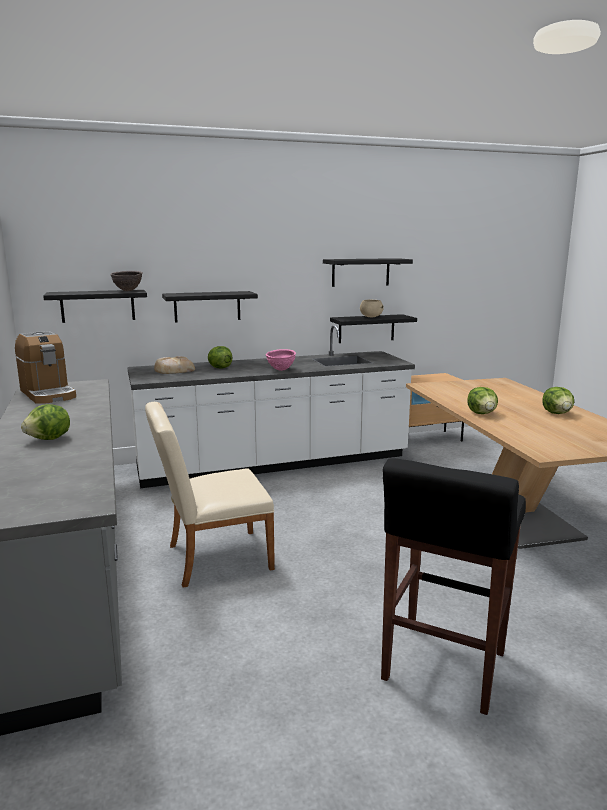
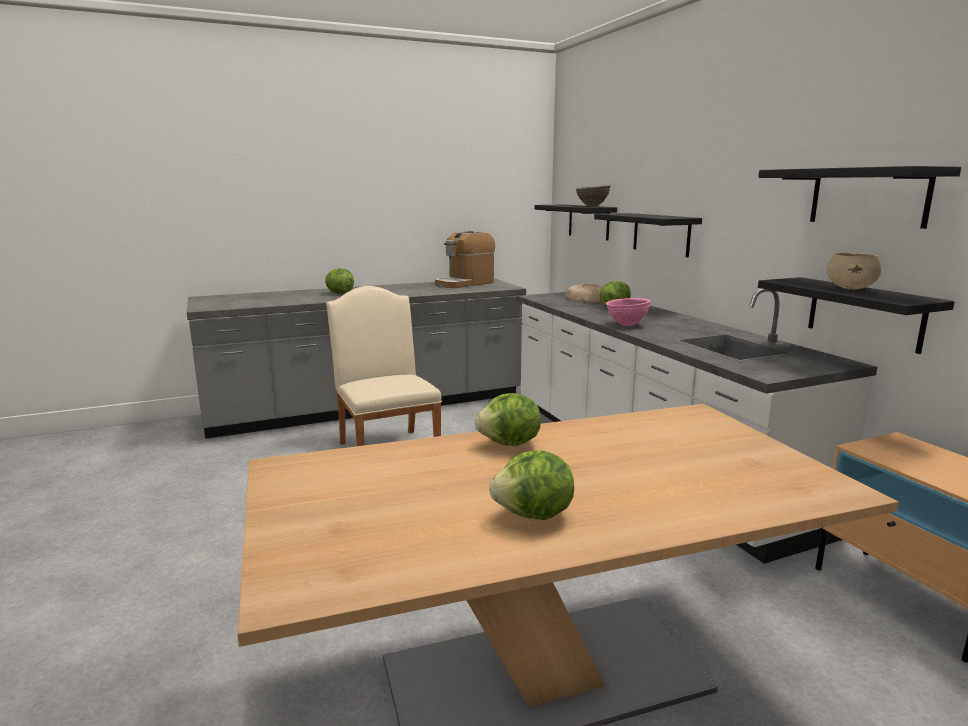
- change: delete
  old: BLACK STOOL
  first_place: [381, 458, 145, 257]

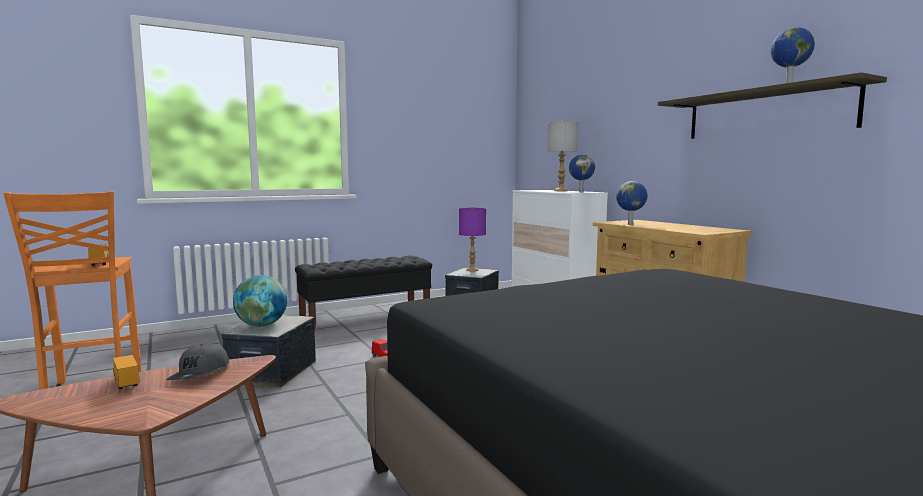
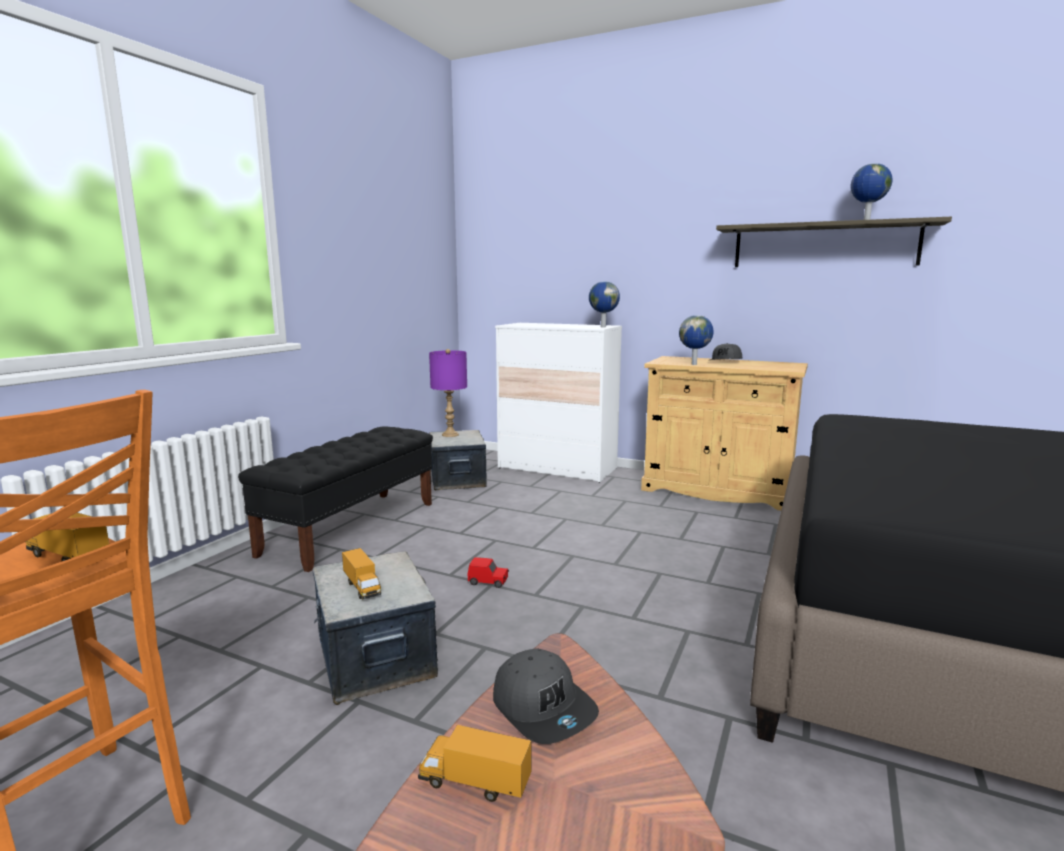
- change: replace
  old: GLOBE
  new: TOY TRUCK
  first_place: [233, 275, 54, 51]
  second_place: [342, 548, 39, 52]
- change: insert
  new: GREY CAP
  second_place: [711, 343, 31, 17]
- change: delete
  old: GREY TABLE LAMP
  first_place: [547, 120, 31, 71]

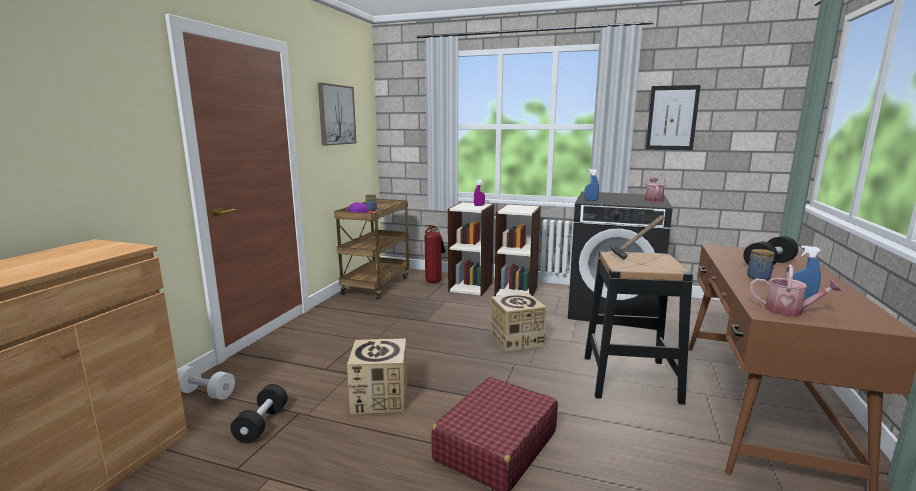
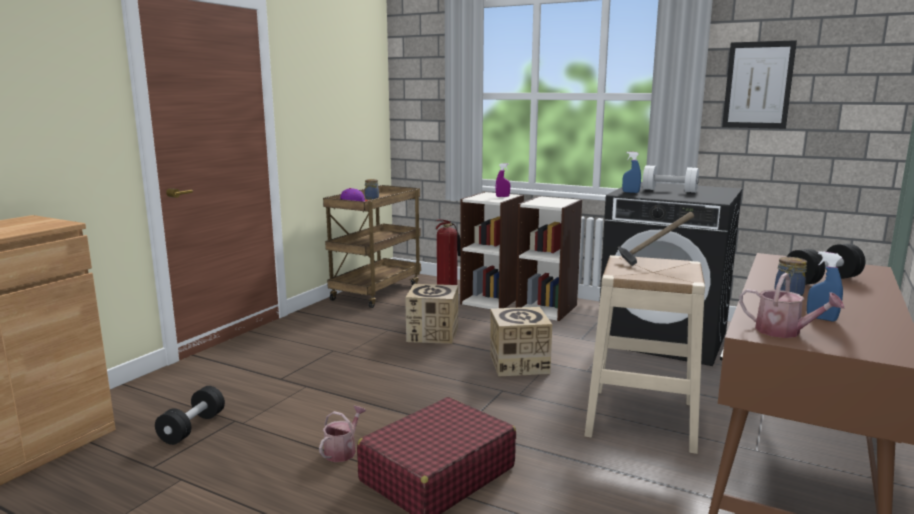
- change: move
  old: WATERING CAN
  first_place: [645, 175, 21, 27]
  second_place: [319, 406, 47, 56]
- change: move
  old: CARDBOARD BOX
  first_place: [347, 338, 60, 76]
  second_place: [405, 284, 53, 60]
- change: recolor
  old: BLACK STOOL
  new: BEIGE STOOL
  first_place: [585, 251, 108, 154]
  second_place: [584, 255, 121, 199]
- change: move
  old: WHITE DUMBBELL
  first_place: [177, 366, 58, 34]
  second_place: [642, 165, 57, 28]
- change: delete
  old: PICTURE
  first_place: [318, 83, 39, 63]

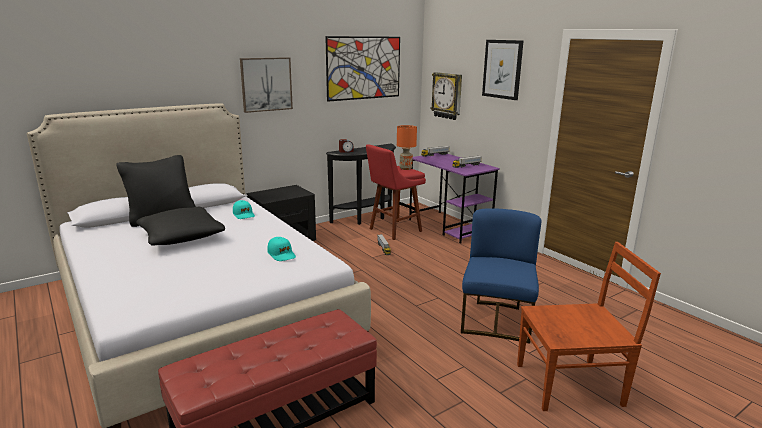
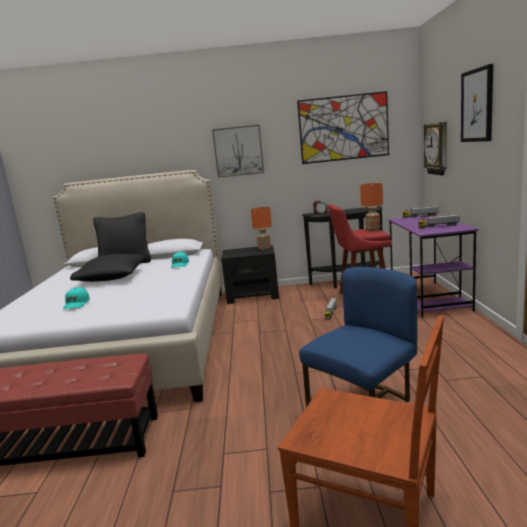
- change: move
  old: TURQUOISE CAP
  first_place: [267, 237, 29, 24]
  second_place: [63, 287, 27, 22]
- change: insert
  new: ORANGE TABLE LAMP
  second_place: [251, 207, 21, 44]

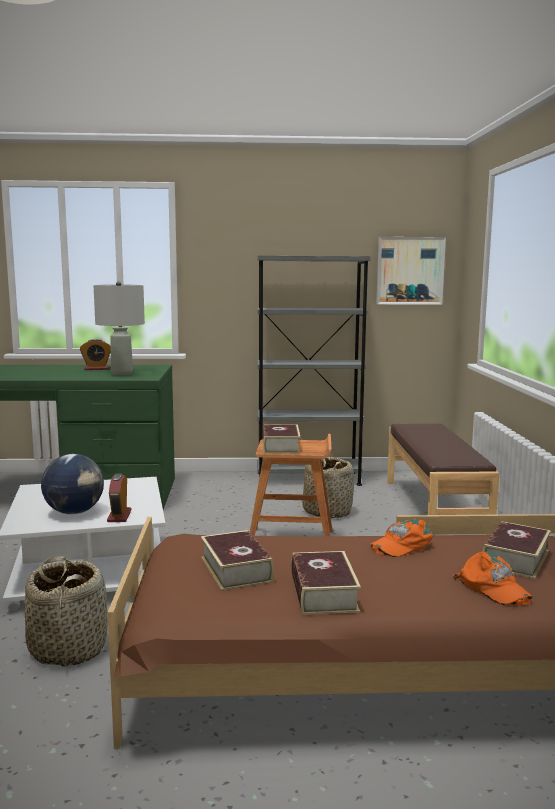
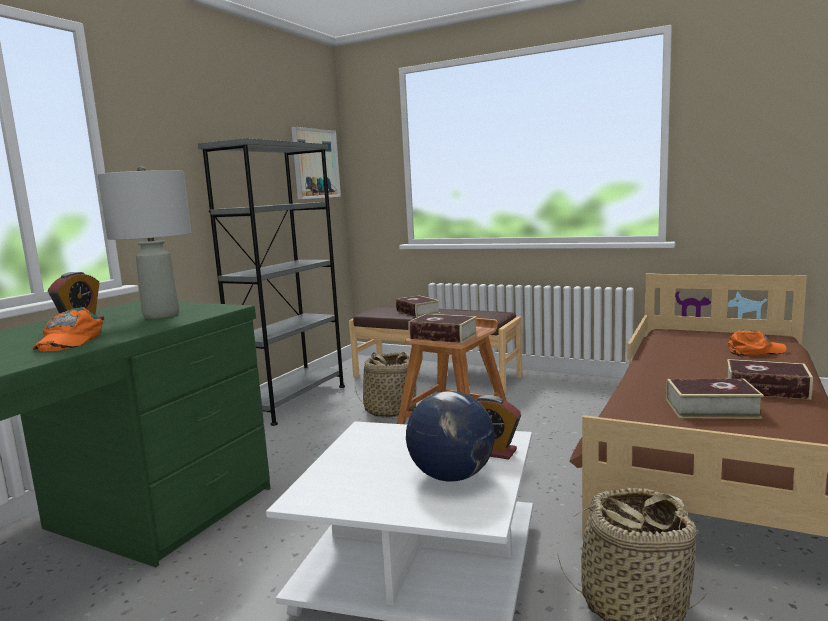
- change: move
  old: ORANGE CAP
  first_place: [370, 519, 62, 38]
  second_place: [32, 307, 71, 45]
- change: move
  old: BOOK
  first_place: [483, 521, 68, 58]
  second_place: [396, 295, 45, 22]

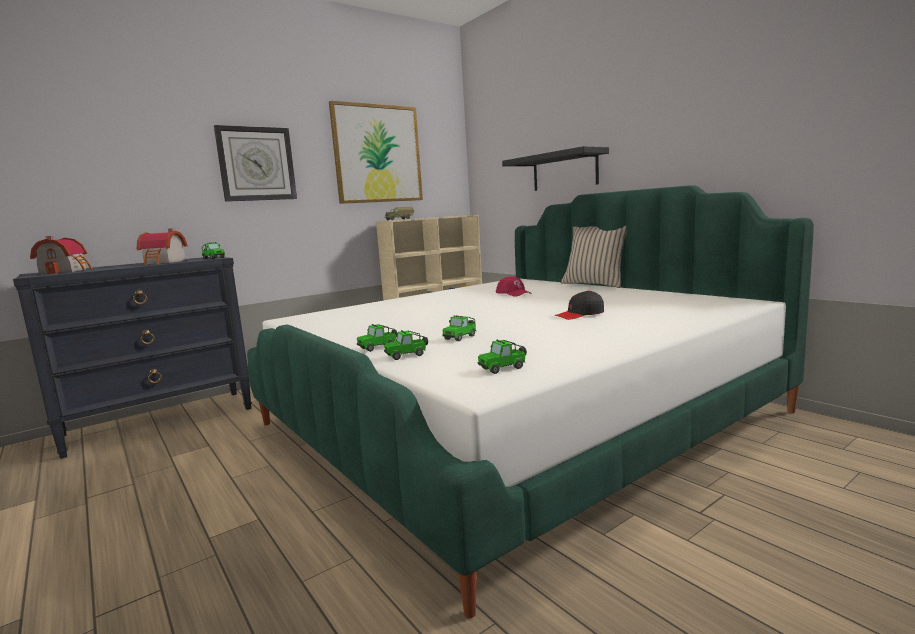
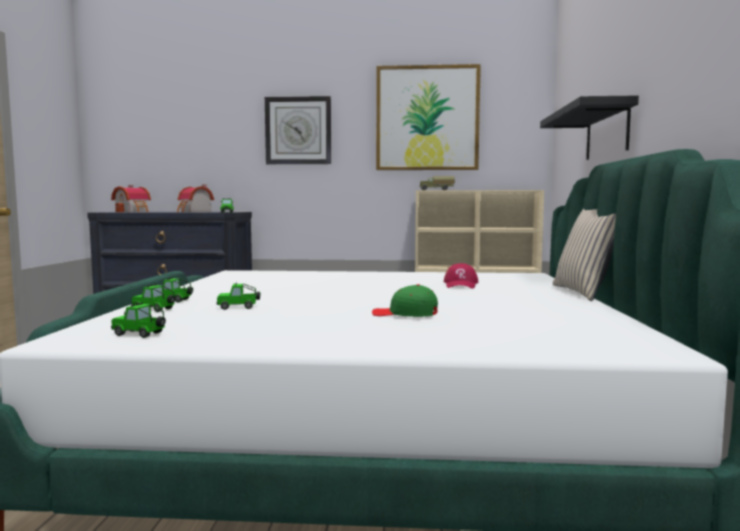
- change: recolor
  old: BLACK CAP
  new: GREEN CAP
  first_place: [555, 290, 49, 30]
  second_place: [372, 284, 66, 33]

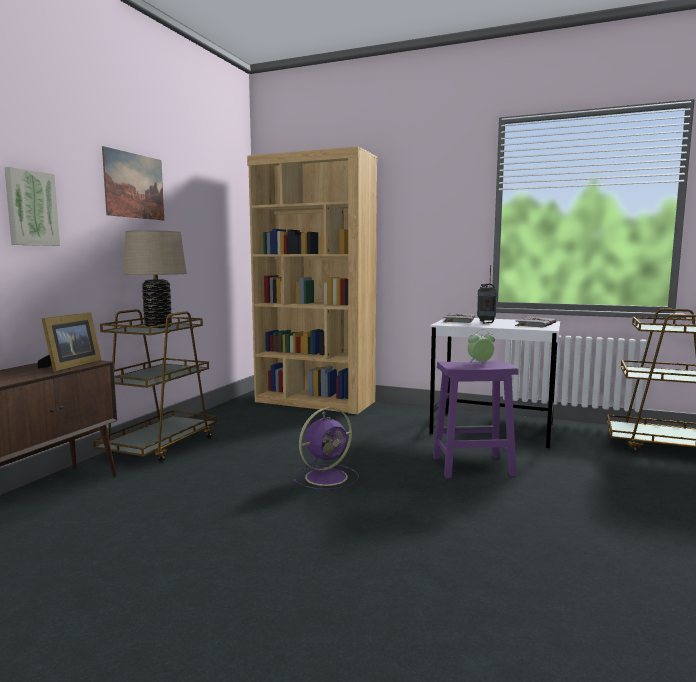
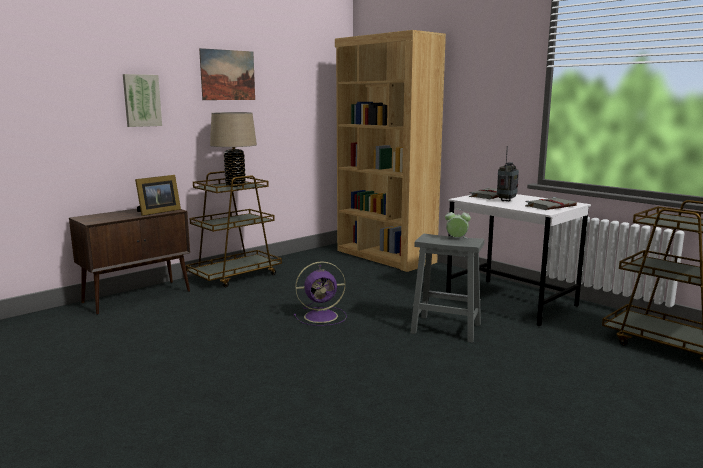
- change: recolor
  old: PURPLE STOOL
  new: GREY STOOL
  first_place: [433, 361, 85, 117]
  second_place: [410, 234, 74, 109]

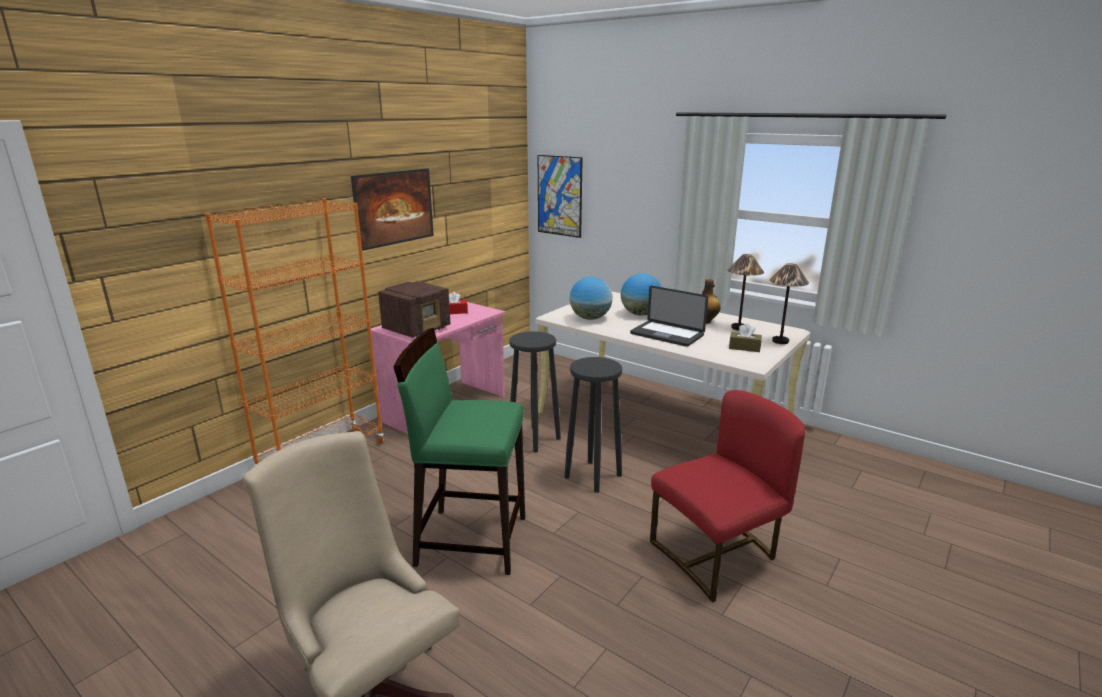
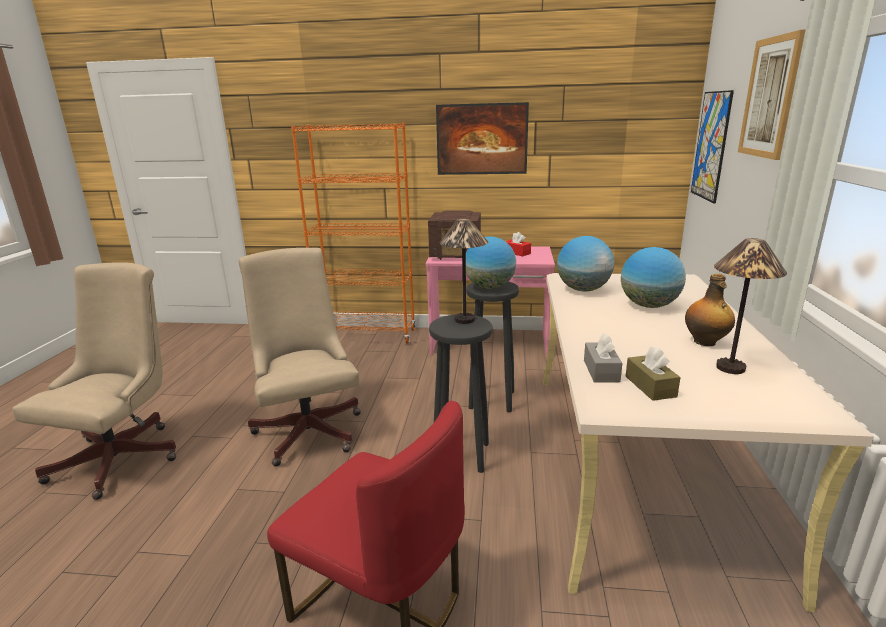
- change: replace
  old: GREEN STOOL
  new: BEIGE OFFICE CHAIR
  first_place: [394, 328, 131, 247]
  second_place: [239, 248, 122, 219]
- change: move
  old: TABLE LAMP
  first_place: [770, 263, 39, 81]
  second_place: [440, 219, 48, 105]
- change: insert
  new: GLOBE
  second_place: [466, 236, 50, 53]
- change: insert
  new: GREY TISSUE BOX
  second_place: [584, 333, 38, 49]
- change: insert
  new: PICTURE
  second_place: [738, 29, 68, 131]
- change: delete
  old: LAPTOP
  first_place: [630, 286, 78, 61]

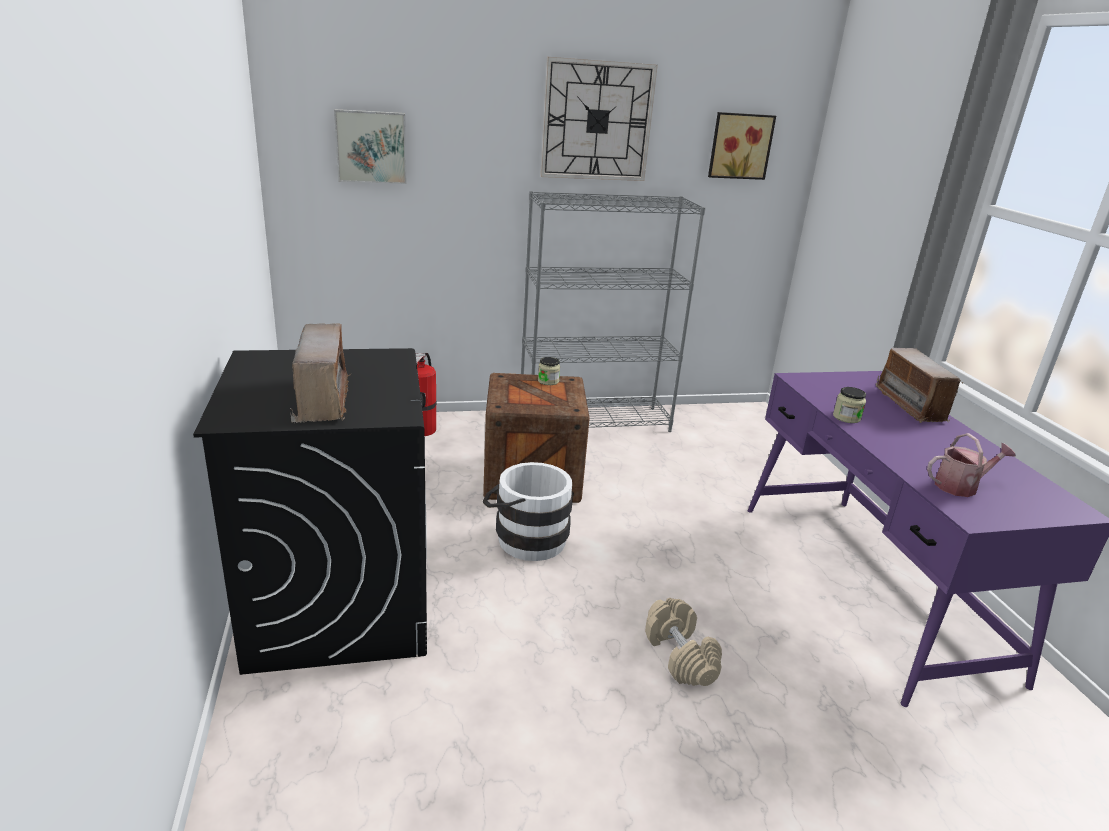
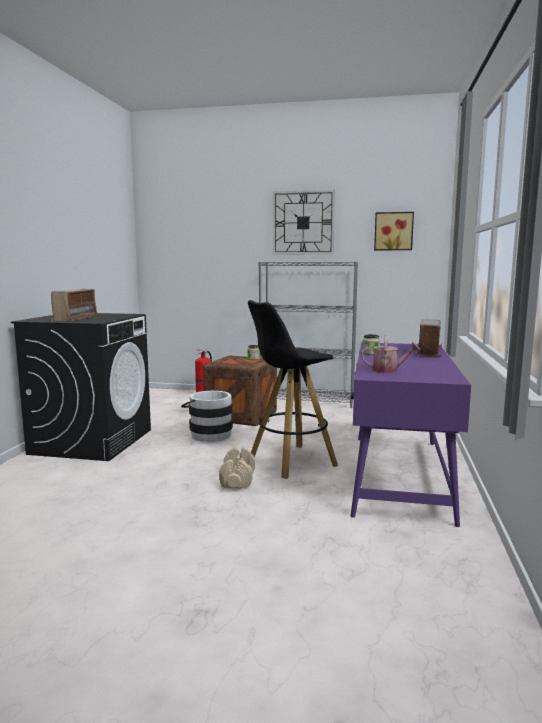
- change: insert
  new: BLACK STOOL
  second_place: [248, 300, 90, 179]
- change: delete
  old: PICTURE
  first_place: [334, 109, 72, 75]

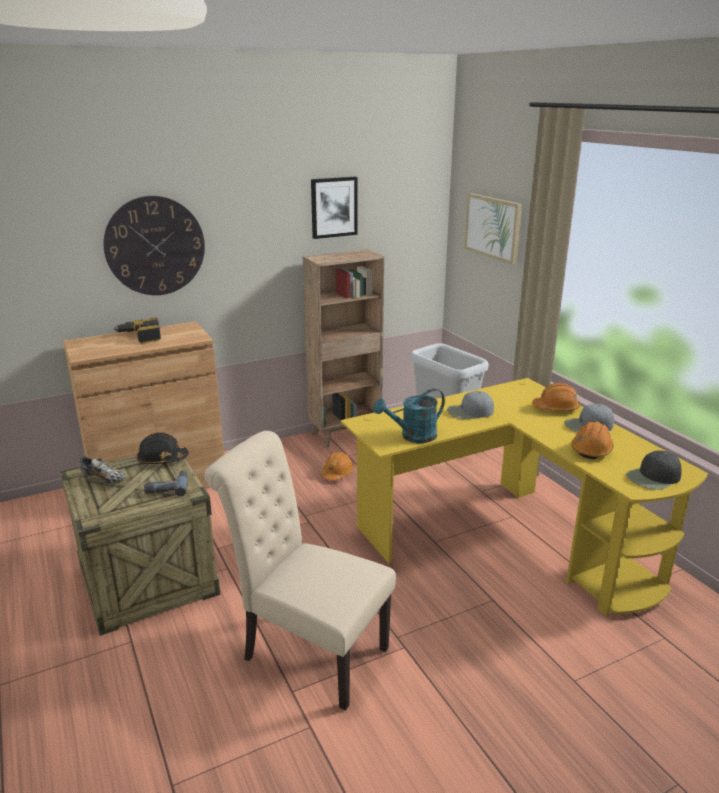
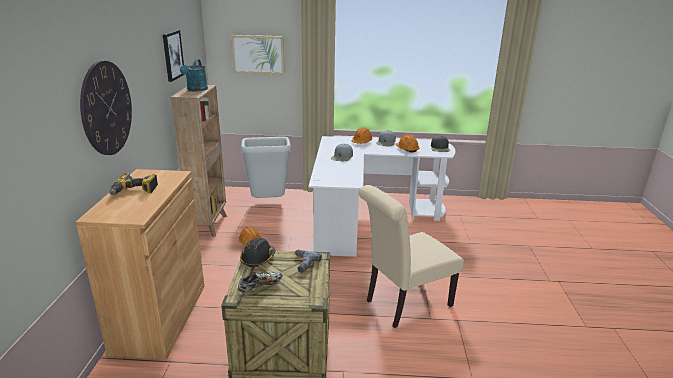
- change: move
  old: TURQUOISE WATERING CAN
  first_place: [374, 389, 71, 54]
  second_place: [180, 59, 28, 32]
- change: recolor
  old: YELLOW DESK
  new: WHITE DESK
  first_place: [341, 378, 367, 238]
  second_place: [308, 136, 147, 121]

